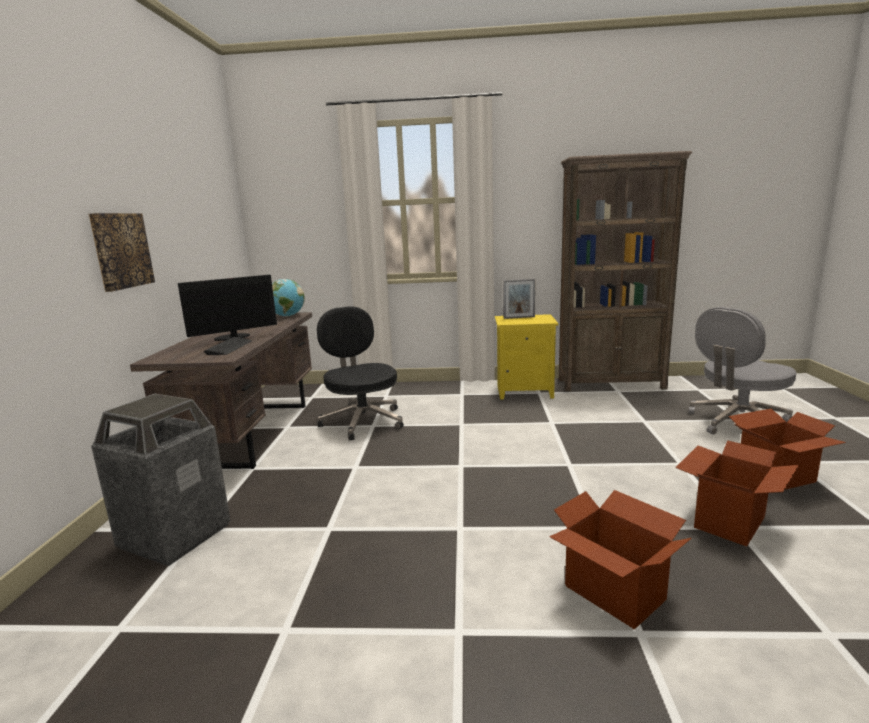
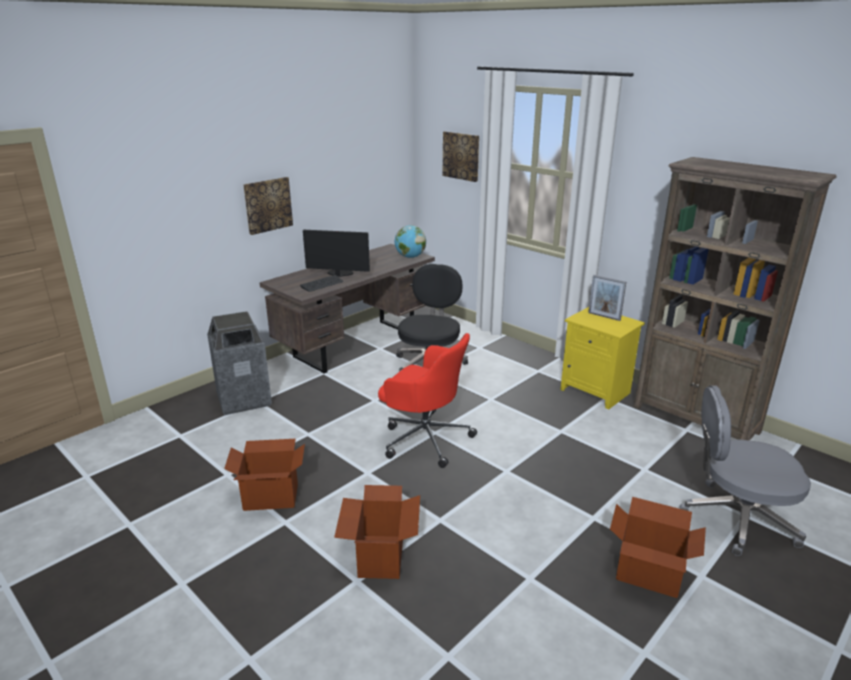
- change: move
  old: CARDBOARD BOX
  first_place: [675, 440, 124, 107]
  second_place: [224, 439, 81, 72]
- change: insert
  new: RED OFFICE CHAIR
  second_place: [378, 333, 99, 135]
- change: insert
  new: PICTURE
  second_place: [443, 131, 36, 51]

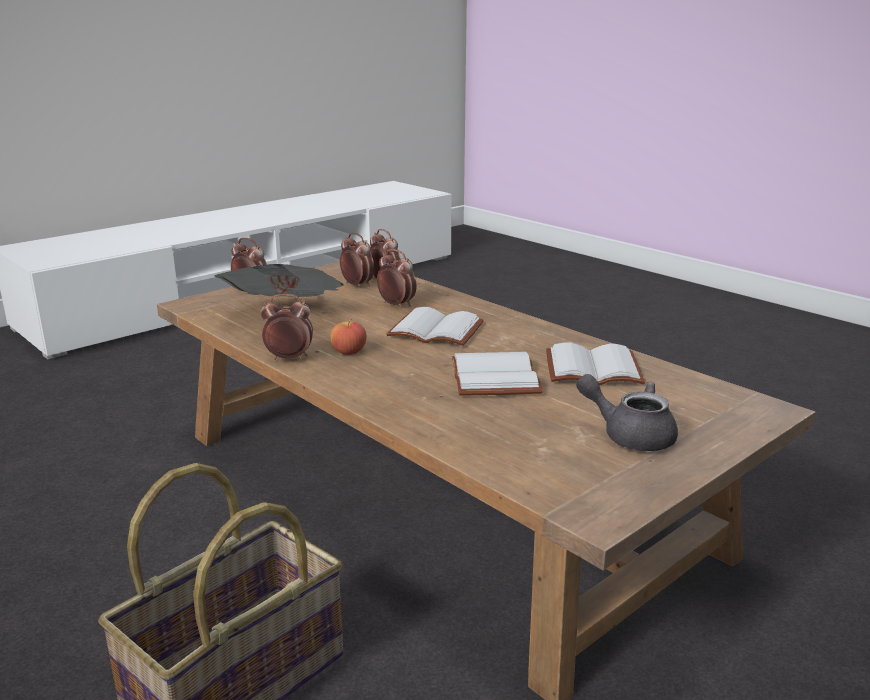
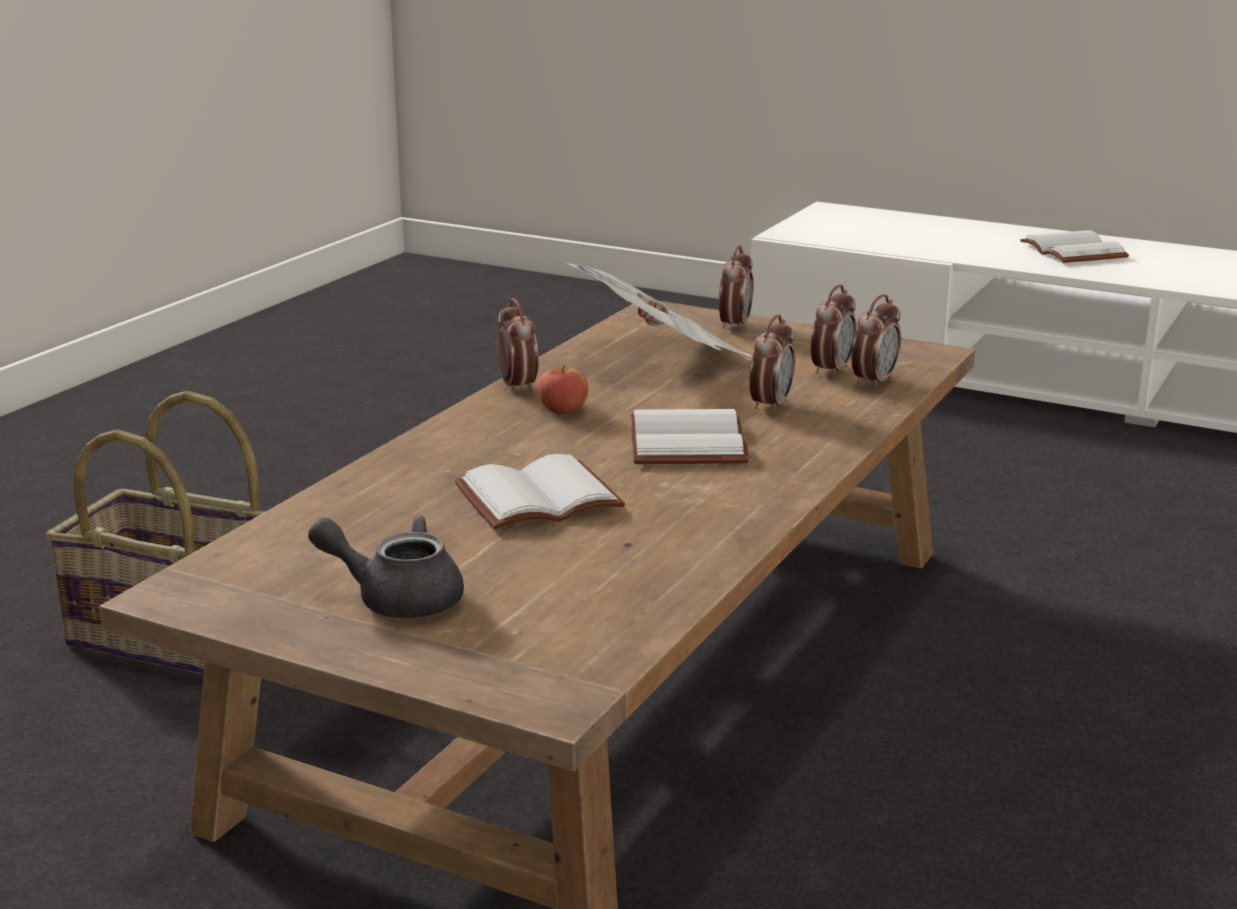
- change: rotate
  old: GREY TEAPOT
  first_place: [576, 374, 102, 77]
  second_place: [308, 515, 156, 103]
  degrees: -90
- change: move
  old: WHITE BOOK
  first_place: [546, 342, 99, 43]
  second_place: [1020, 230, 109, 33]

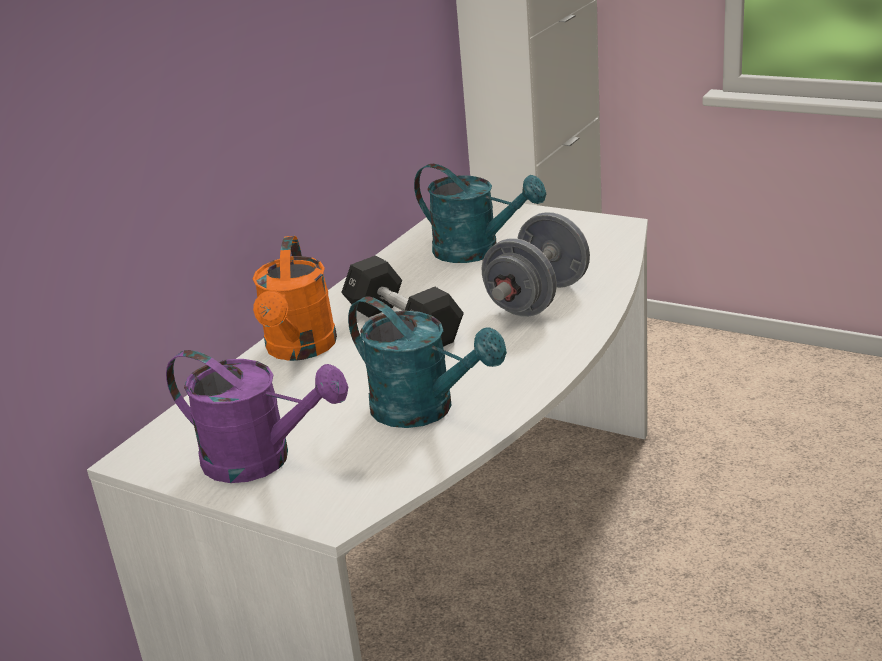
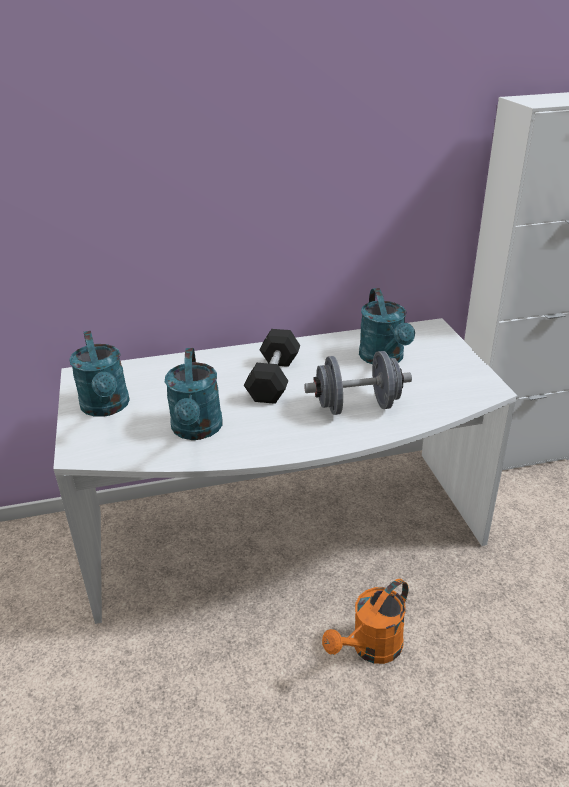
- change: recolor
  old: PURPLE WATERING CAN
  new: TURQUOISE WATERING CAN
  first_place: [166, 350, 182, 133]
  second_place: [69, 331, 61, 86]
- change: move
  old: ORANGE WATERING CAN
  first_place: [253, 236, 84, 125]
  second_place: [322, 579, 87, 85]

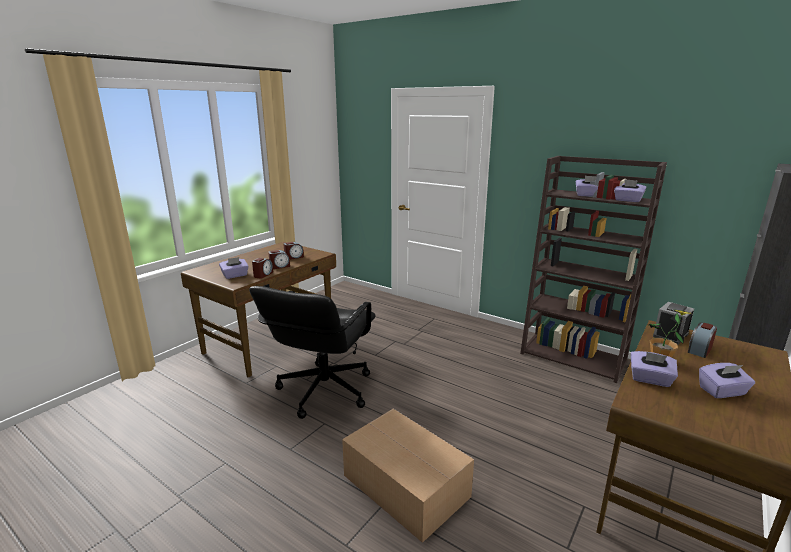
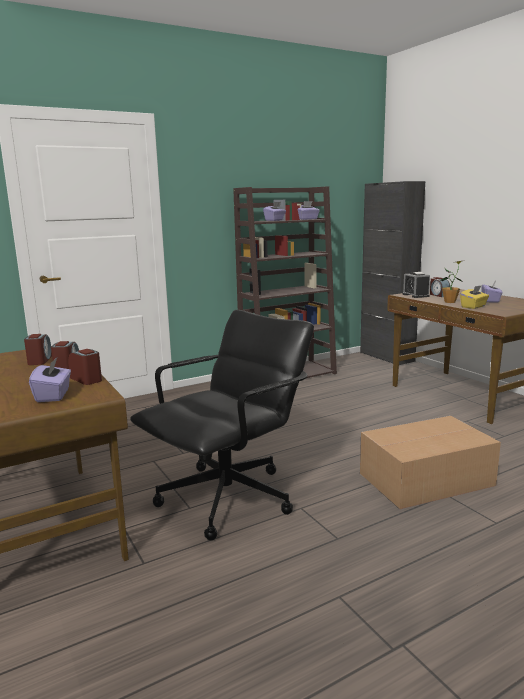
- change: rotate
  old: BLACK OFFICE CHAIR
  first_place: [249, 286, 127, 133]
  second_place: [130, 310, 184, 231]
  degrees: -90
- change: recolor
  old: PURPLE TISSUE BOX
  new: YELLOW TISSUE BOX
  first_place: [631, 351, 47, 36]
  second_place: [460, 285, 29, 24]

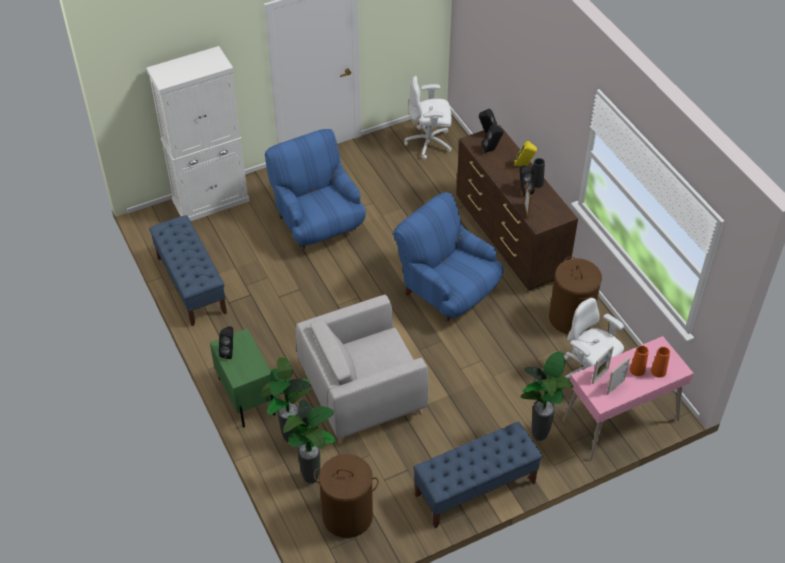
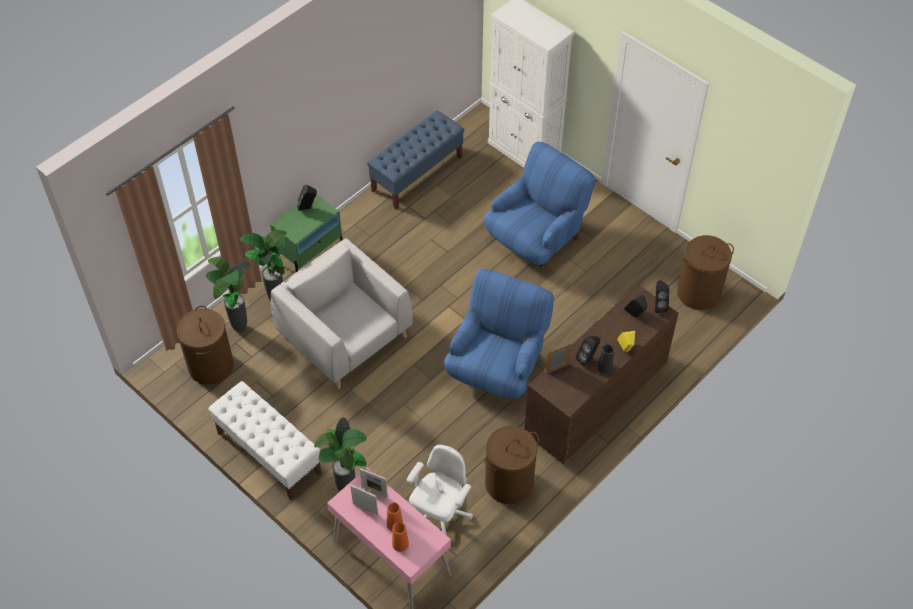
- change: recolor
  old: BLUE BENCH
  new: WHITE BENCH
  first_place: [413, 422, 129, 106]
  second_place: [208, 381, 114, 120]
- change: replace
  old: WHITE OFFICE CHAIR
  new: BROWN LAUNDRY BASKET
  first_place: [404, 76, 48, 84]
  second_place: [677, 235, 57, 75]

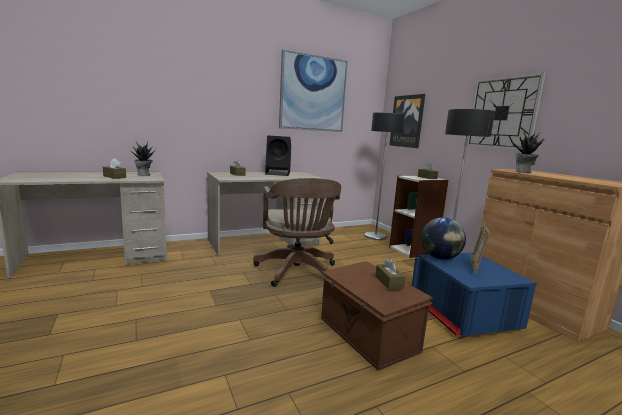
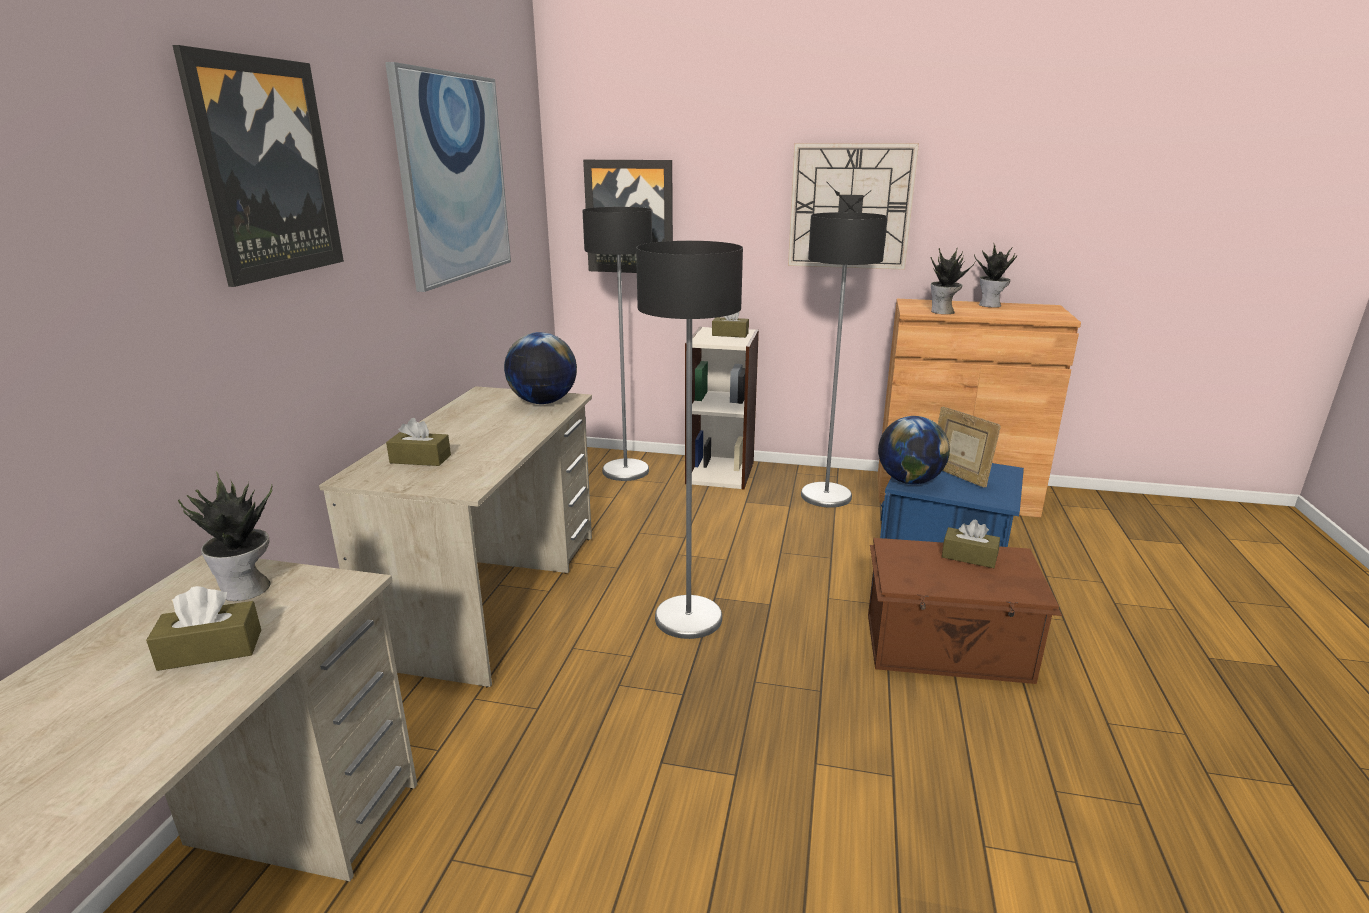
- change: insert
  new: PICTURE
  second_place: [172, 45, 172, 242]
- change: insert
  new: GLOBE
  second_place: [504, 332, 73, 72]
- change: replace
  old: BROWN OFFICE CHAIR
  new: FLOOR LAMP
  first_place: [253, 178, 88, 109]
  second_place: [636, 241, 107, 398]
- change: insert
  new: POTTED PLANT
  second_place: [974, 242, 43, 65]
- change: delete
  old: BLACK SPEAKER
  first_place: [265, 136, 26, 40]

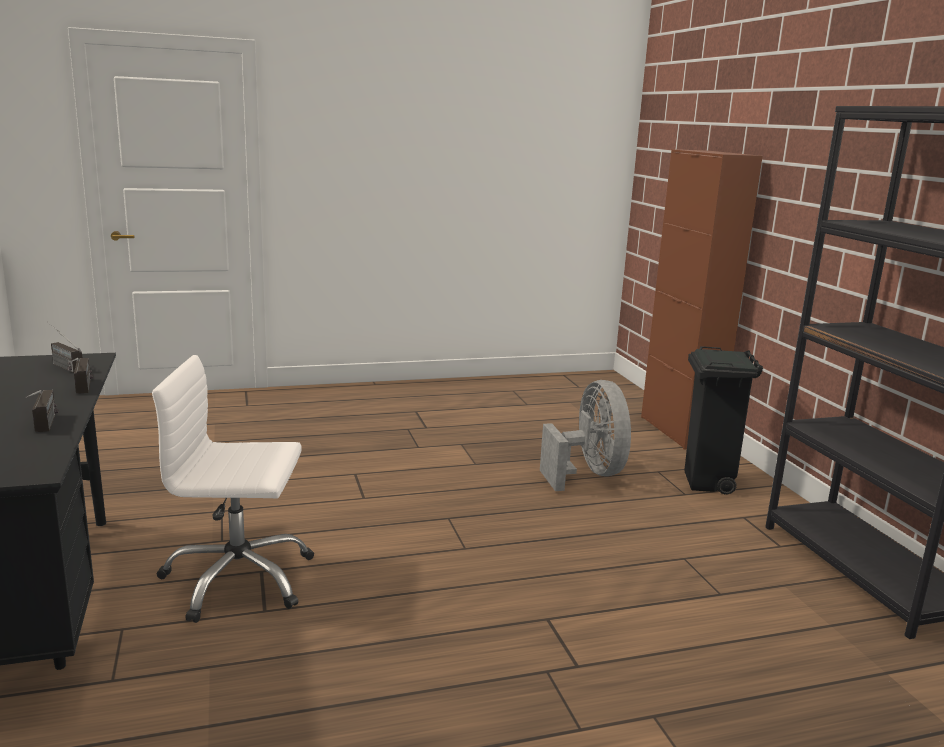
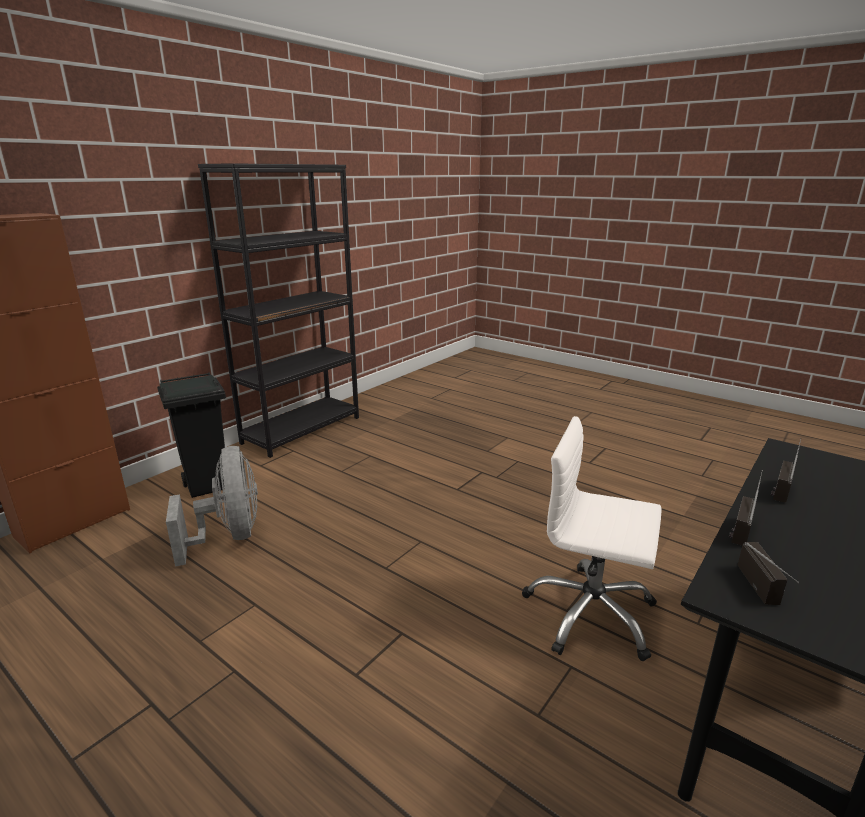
- change: rotate
  old: GREY FAN
  first_place: [540, 380, 91, 111]
  second_place: [166, 446, 92, 121]
  degrees: 120
- change: rotate
  old: WHITE OFFICE CHAIR
  first_place: [152, 355, 162, 268]
  second_place: [522, 416, 140, 245]
  degrees: 150

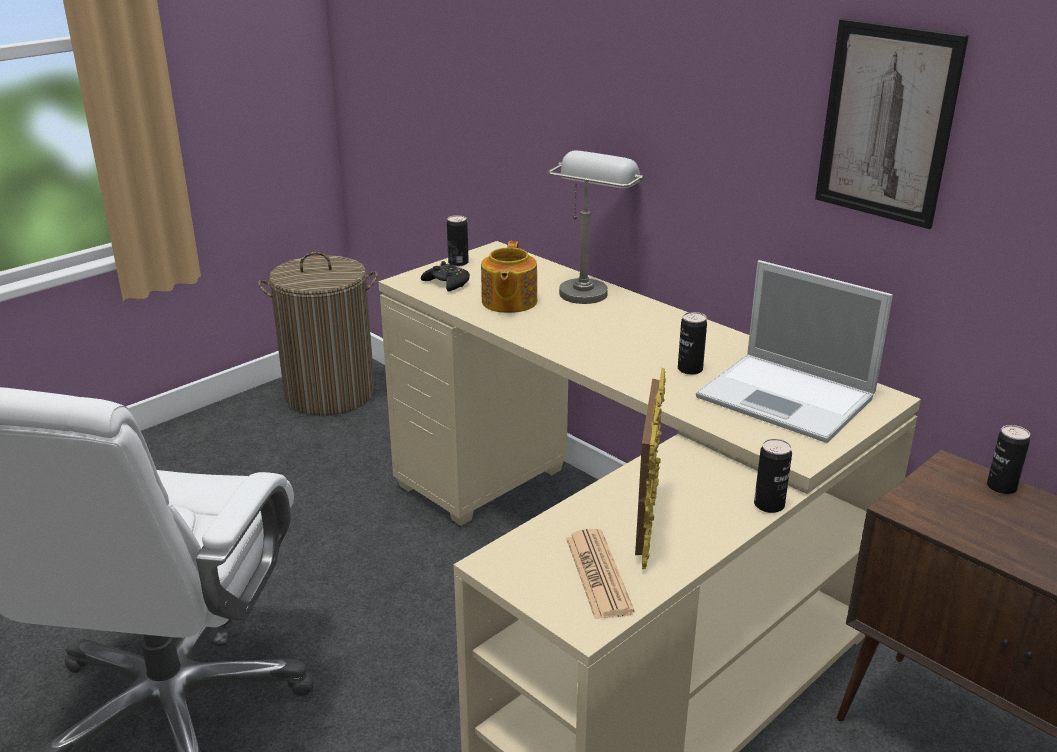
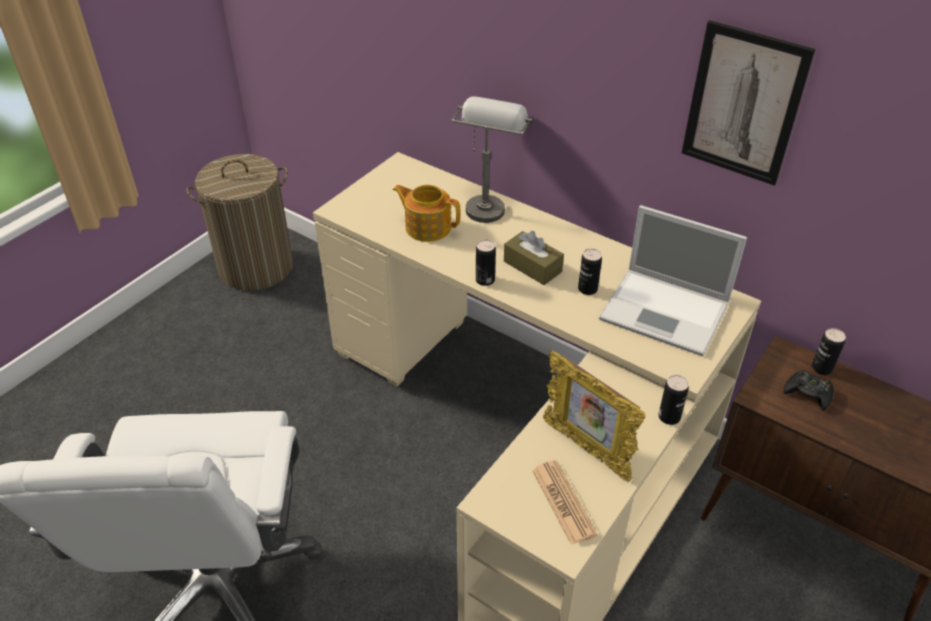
- change: rotate
  old: TEAPOT
  first_place: [481, 241, 56, 72]
  second_place: [393, 185, 68, 57]
  degrees: 120
- change: move
  old: CAN
  first_place: [447, 215, 22, 51]
  second_place: [476, 240, 20, 46]
- change: insert
  new: BROWN TISSUE BOX
  second_place: [504, 231, 60, 54]
- change: rotate
  old: PICTURE FRAME
  first_place: [635, 368, 31, 201]
  second_place: [543, 350, 102, 132]
  degrees: 135
- change: move
  old: BLACK GAME CONTROLLER
  first_place: [421, 261, 49, 31]
  second_place: [784, 370, 50, 41]

